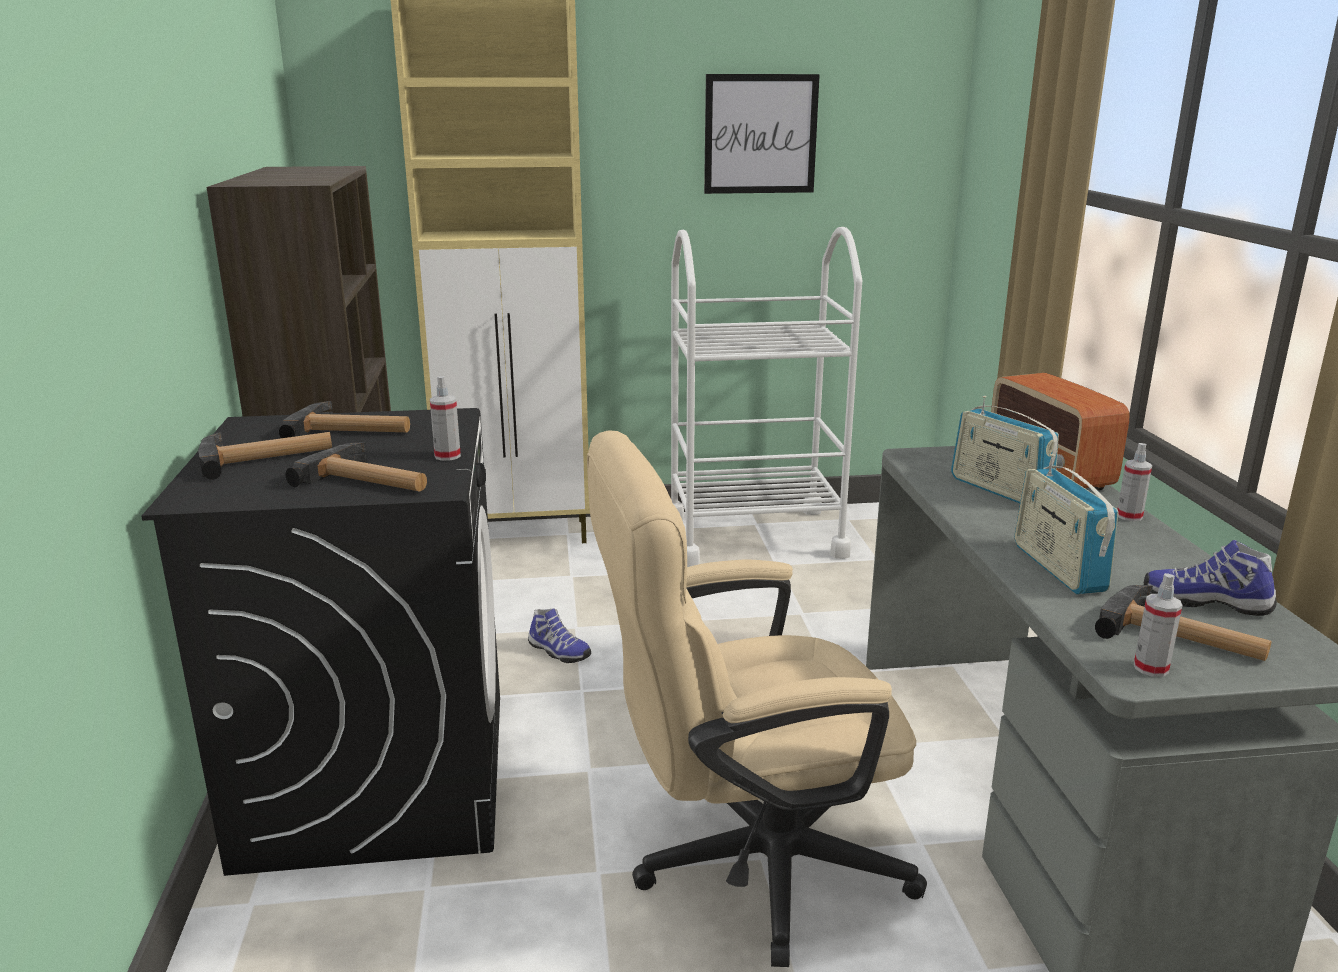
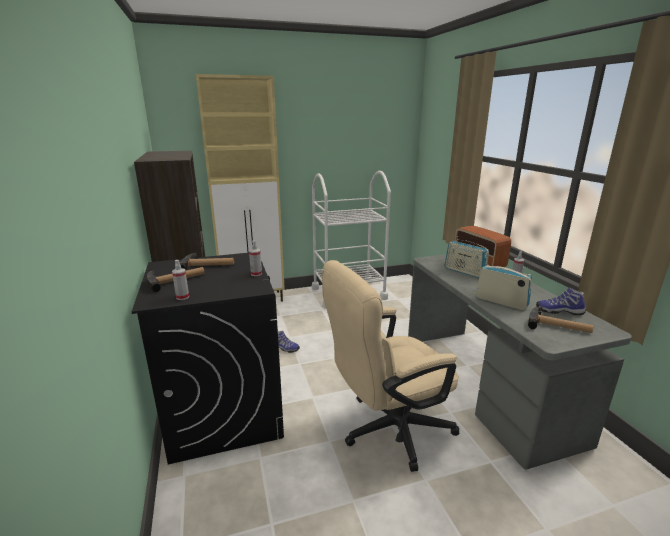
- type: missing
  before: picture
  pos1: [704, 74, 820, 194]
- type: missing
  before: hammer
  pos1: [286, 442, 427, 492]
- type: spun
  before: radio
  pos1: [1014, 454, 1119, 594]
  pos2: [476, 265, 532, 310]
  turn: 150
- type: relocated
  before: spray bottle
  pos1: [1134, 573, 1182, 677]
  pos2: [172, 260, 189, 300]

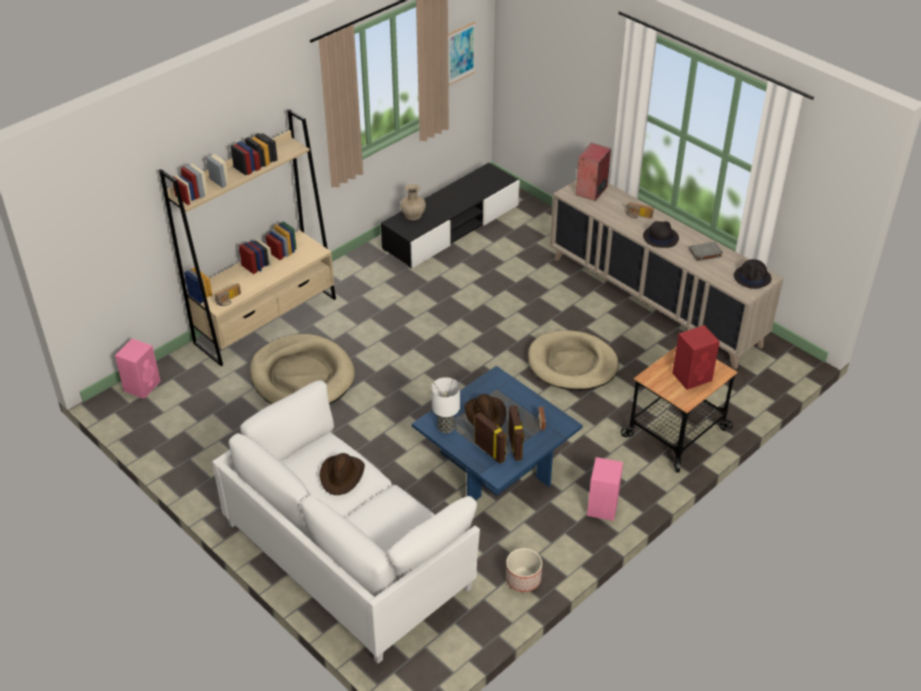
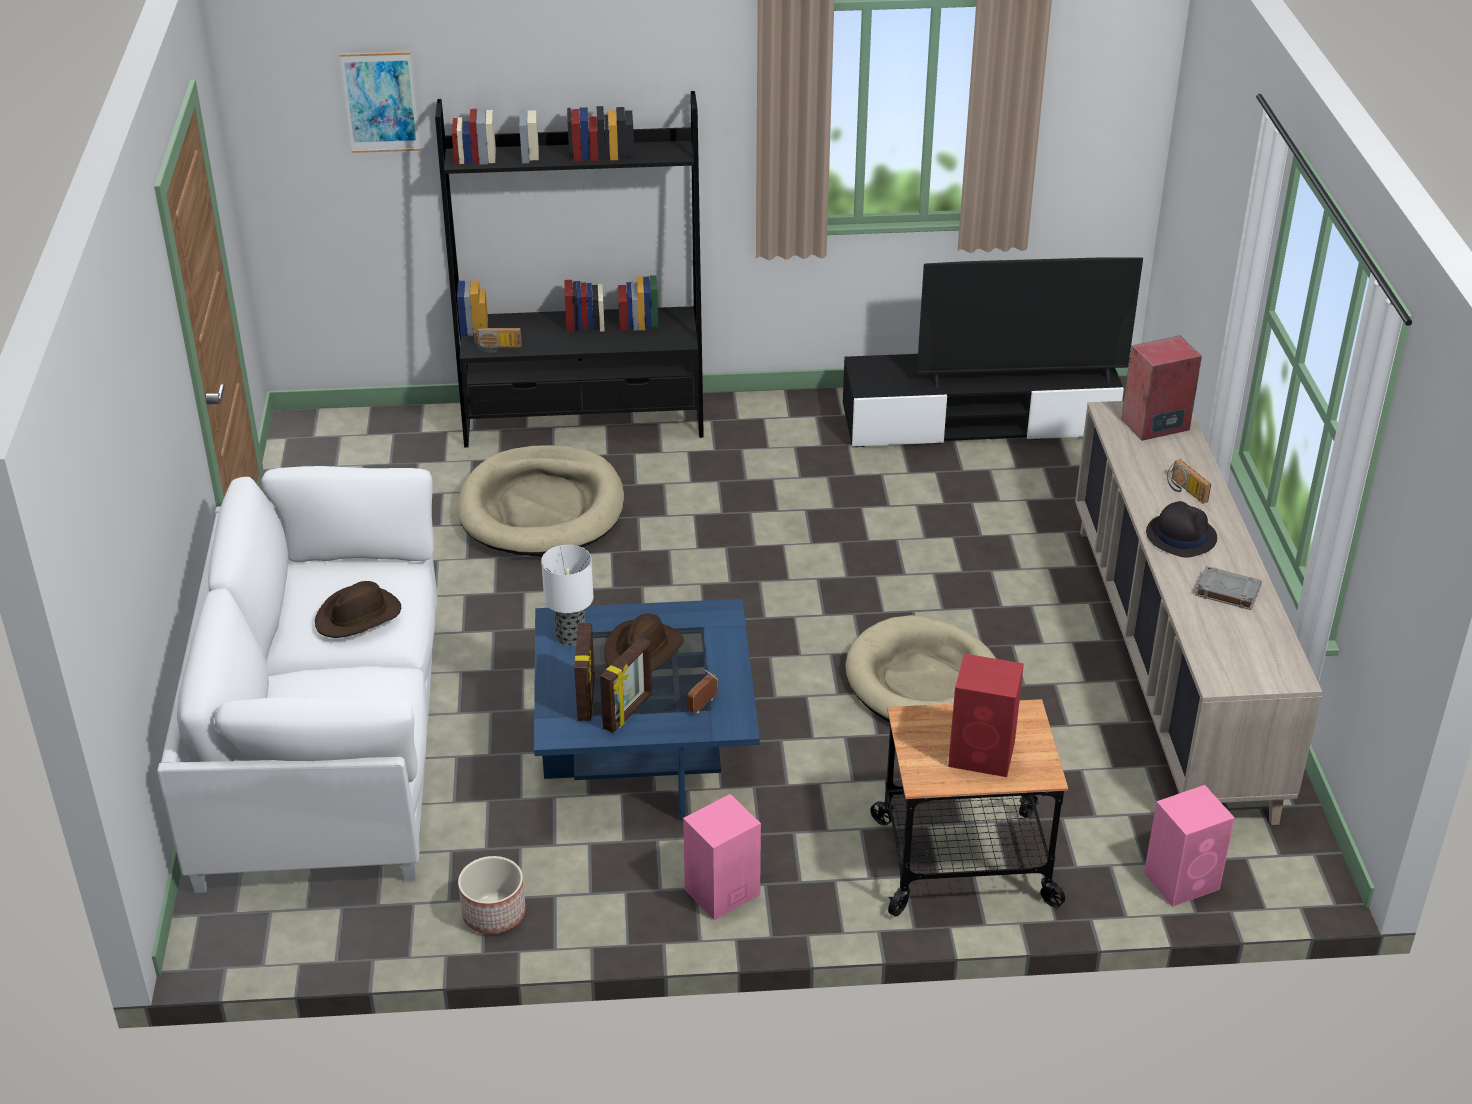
- type: relocated
  before: picture
  pos1: [448, 21, 476, 85]
  pos2: [339, 51, 421, 153]
- type: colour
  before: beige bookcase
  after: black bookcase
  pos1: [159, 109, 336, 366]
  pos2: [435, 91, 704, 448]
- type: missing
  before: beige vase
  pos1: [400, 184, 426, 220]
- type: missing
  before: black hat
  pos1: [734, 259, 771, 289]
- type: relocated
  before: pink speaker
  pos1: [115, 339, 161, 399]
  pos2: [1144, 785, 1235, 907]
- type: appeared
  after: television
  pos2: [917, 257, 1143, 389]

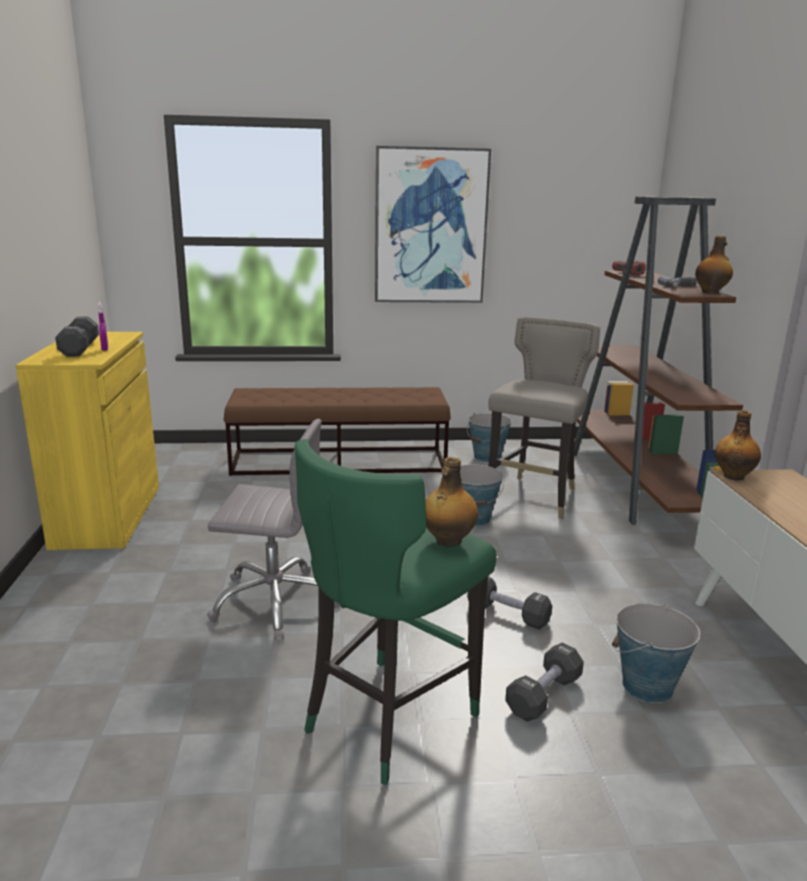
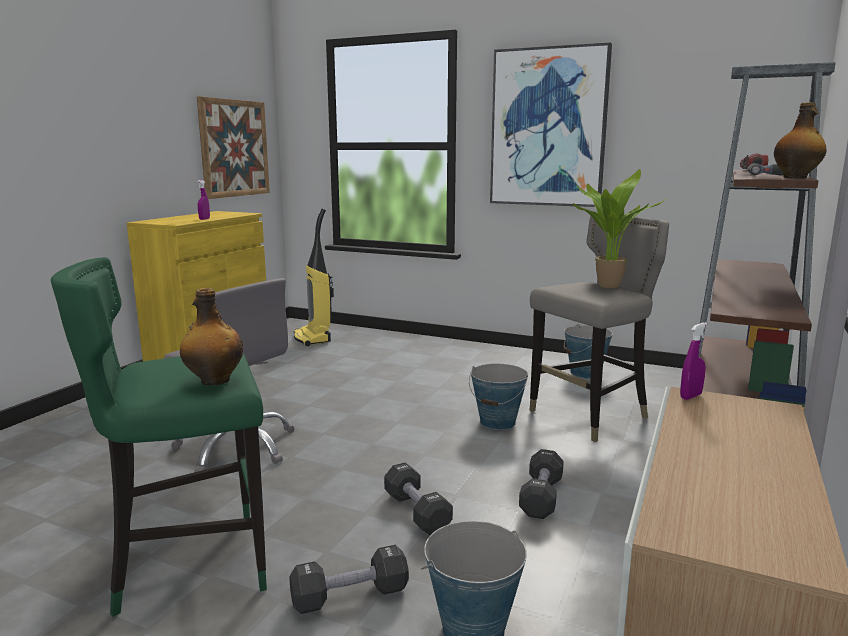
- type: relocated
  before: black dumbbell
  pos1: [55, 317, 99, 357]
  pos2: [519, 449, 564, 519]
- type: missing
  before: brown bench
  pos1: [223, 387, 451, 476]
- type: exchanged
  before: bottle
  after: purple spray bottle
  pos1: [715, 410, 761, 480]
  pos2: [680, 322, 707, 400]
- type: appeared
  after: picture
  pos2: [197, 96, 270, 199]
- type: appeared
  after: potted plant
  pos2: [573, 169, 664, 288]
- type: appeared
  after: vacuum cleaner
  pos2: [294, 208, 334, 346]

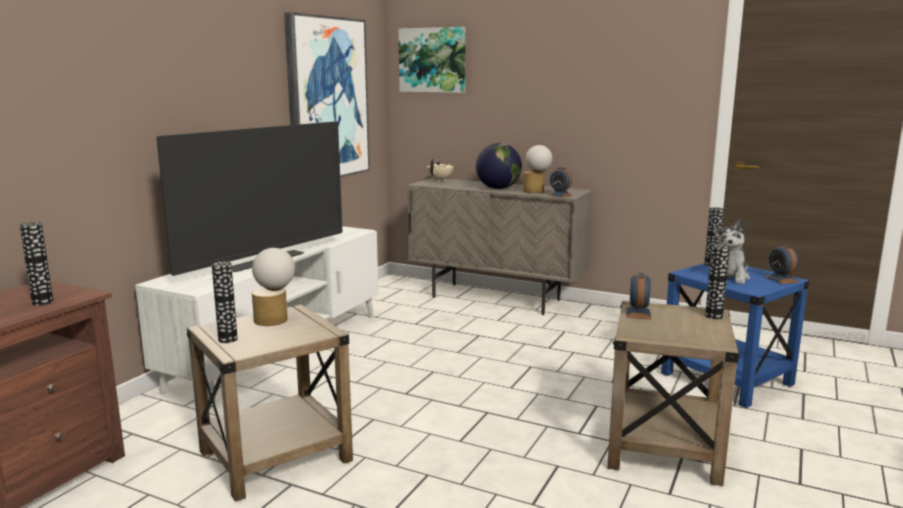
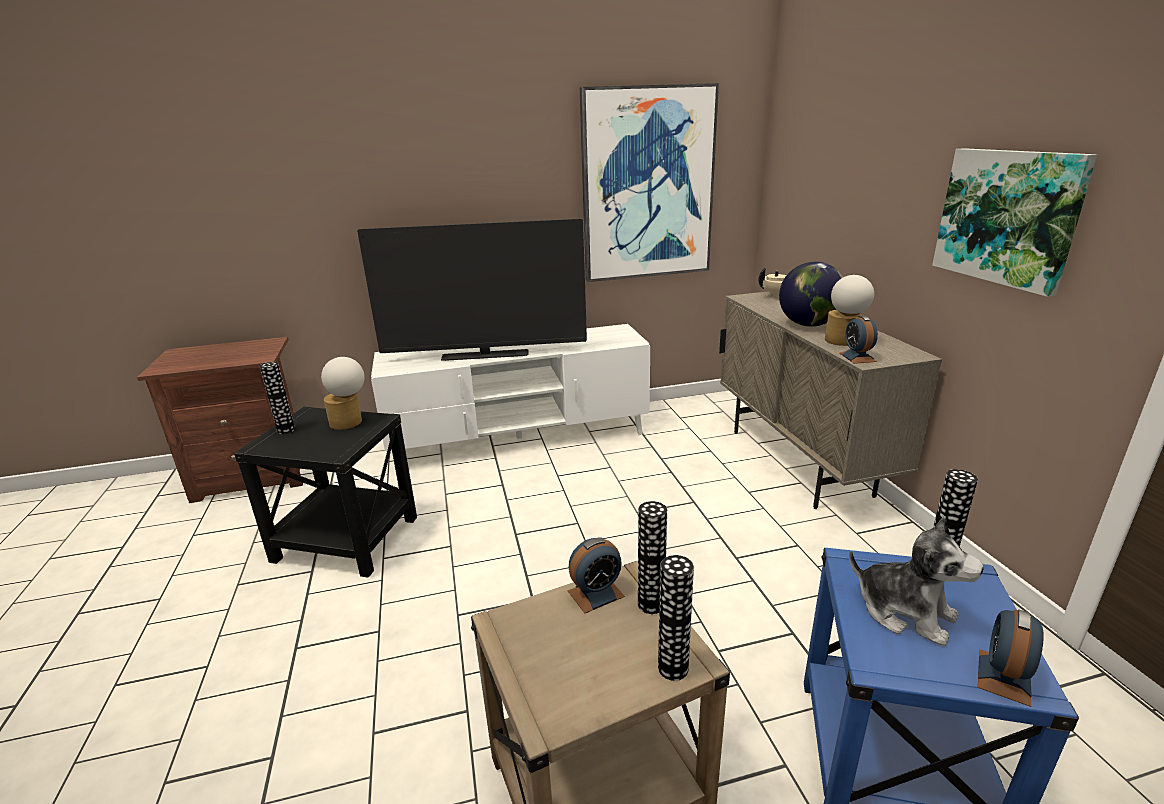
- type: relocated
  before: picture
  pos1: [398, 27, 465, 93]
  pos2: [932, 148, 1097, 297]
- type: spun
  before: plush toy
  pos1: [713, 220, 750, 284]
  pos2: [849, 516, 983, 647]
  turn: -120
- type: relocated
  before: vase
  pos1: [20, 222, 53, 305]
  pos2: [638, 501, 667, 614]
- type: colour
  before: beige side table
  after: black side table
  pos1: [187, 305, 353, 501]
  pos2: [234, 407, 417, 577]

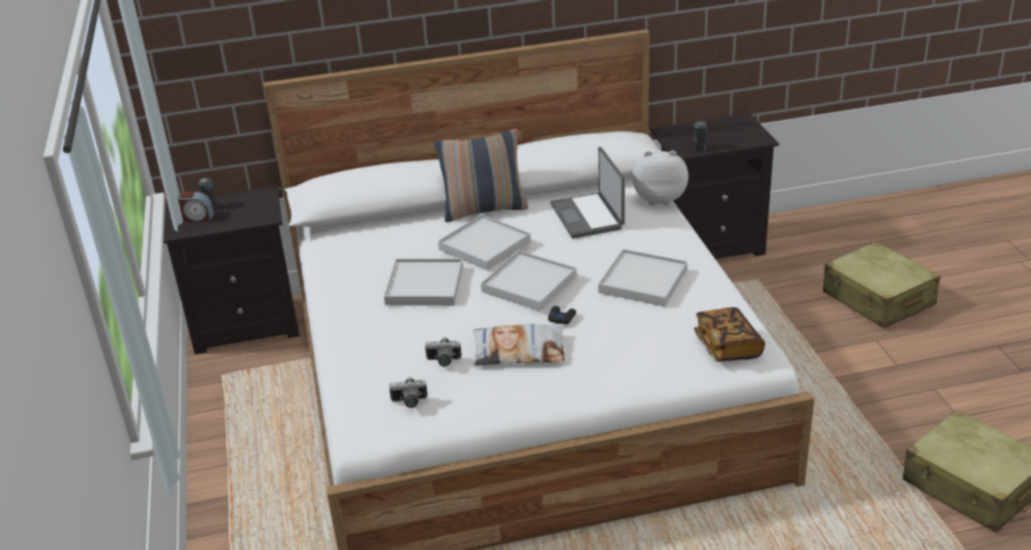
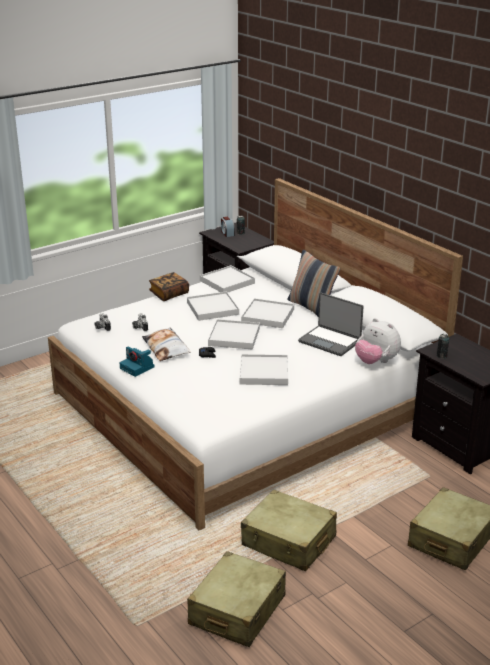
- type: spun
  before: laptop
  pos1: [550, 147, 625, 238]
  pos2: [298, 293, 364, 356]
  turn: -105
- type: spun
  before: plush toy
  pos1: [632, 151, 689, 205]
  pos2: [355, 318, 401, 364]
  turn: 150
- type: relocated
  before: book
  pos1: [694, 307, 765, 362]
  pos2: [149, 272, 189, 301]
- type: appeared
  after: white tray
  pos2: [200, 265, 255, 293]
- type: appeared
  after: photo camera
  pos2: [119, 347, 155, 377]
- type: appeared
  after: beige suitcase
  pos2: [241, 489, 337, 571]

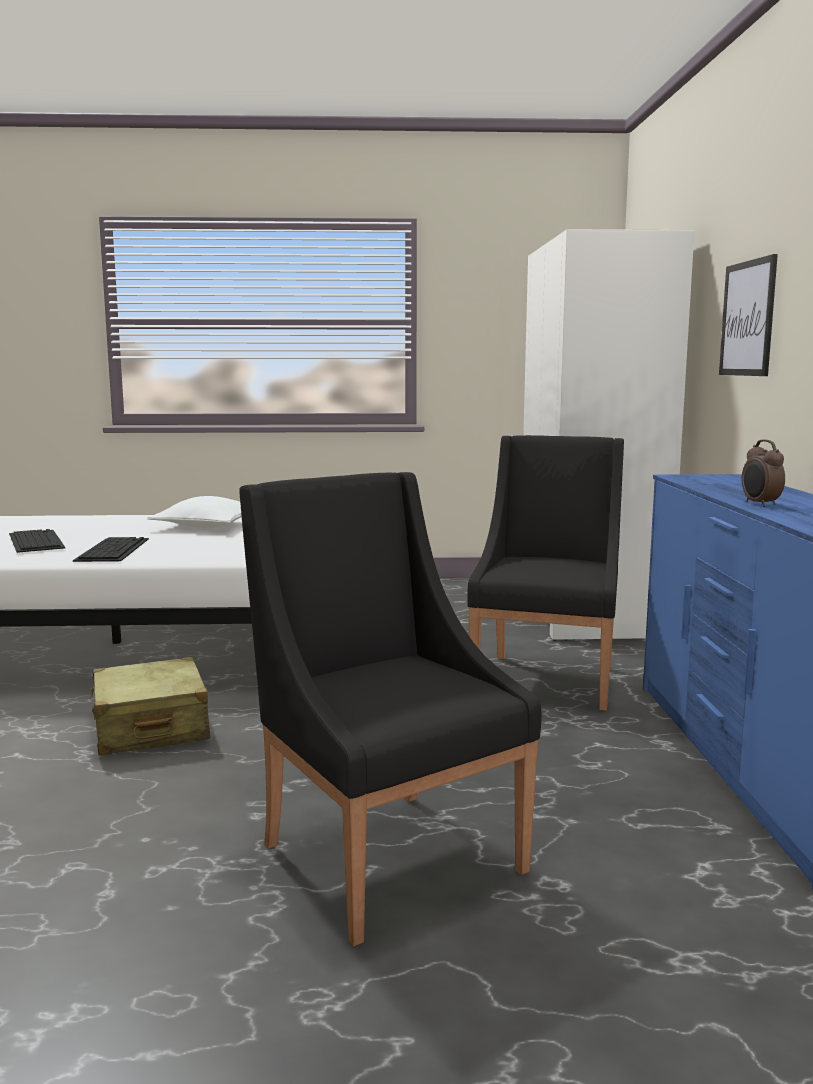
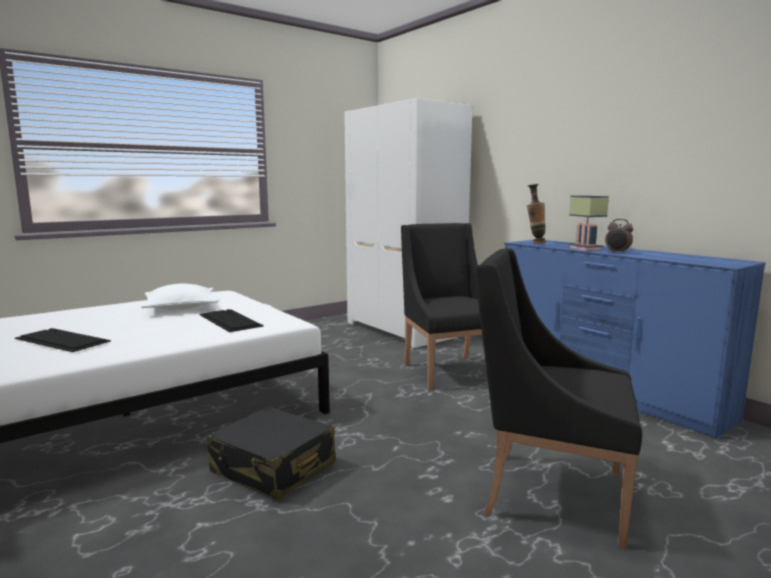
- type: missing
  before: picture
  pos1: [719, 254, 778, 376]
- type: relocated
  before: keyboard
  pos1: [73, 537, 149, 562]
  pos2: [200, 309, 264, 332]
- type: colour
  before: beige suitcase
  after: black suitcase
  pos1: [90, 657, 210, 756]
  pos2: [207, 407, 336, 500]
- type: appeared
  after: vase
  pos2: [527, 184, 546, 244]
- type: appeared
  after: table lamp
  pos2: [568, 196, 609, 251]

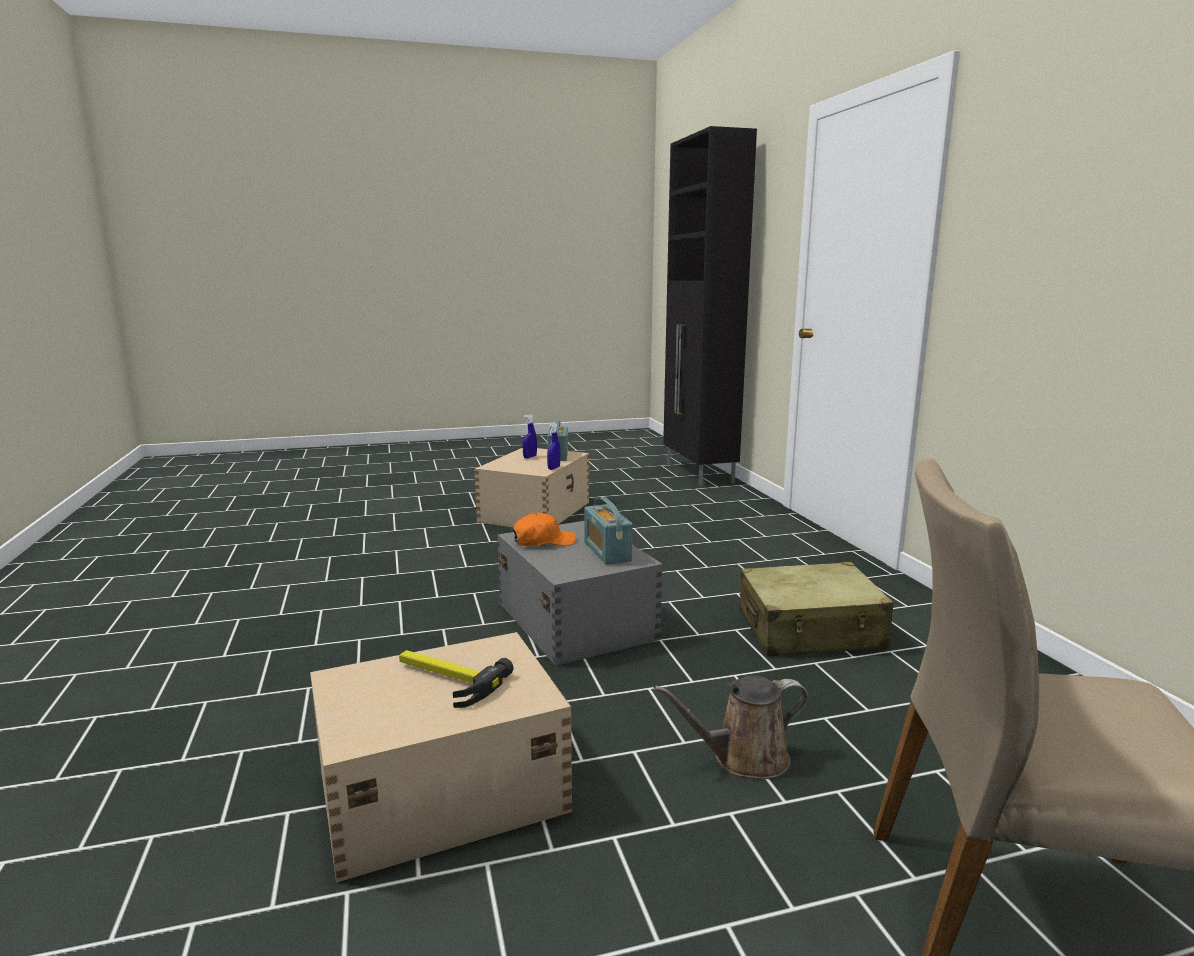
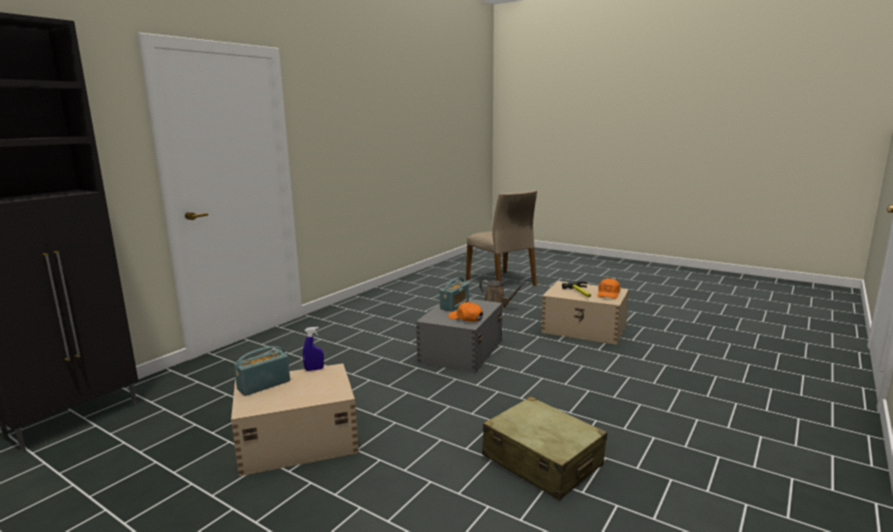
- type: missing
  before: blue spray bottle
  pos1: [523, 414, 537, 458]
- type: relocated
  before: beige suitcase
  pos1: [739, 562, 894, 657]
  pos2: [482, 396, 607, 501]
- type: appeared
  after: orange cap
  pos2: [597, 278, 620, 299]

